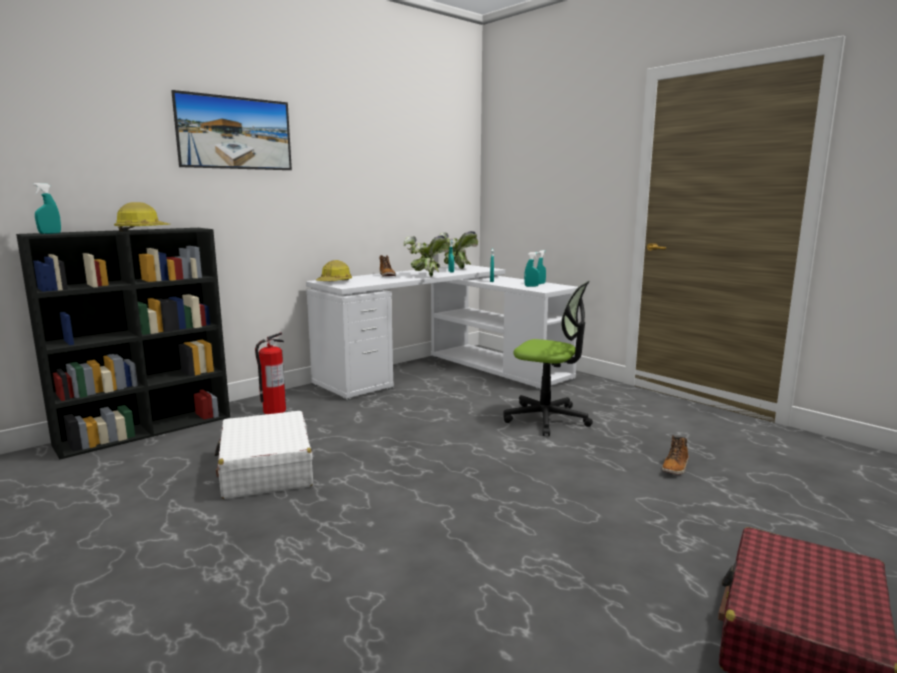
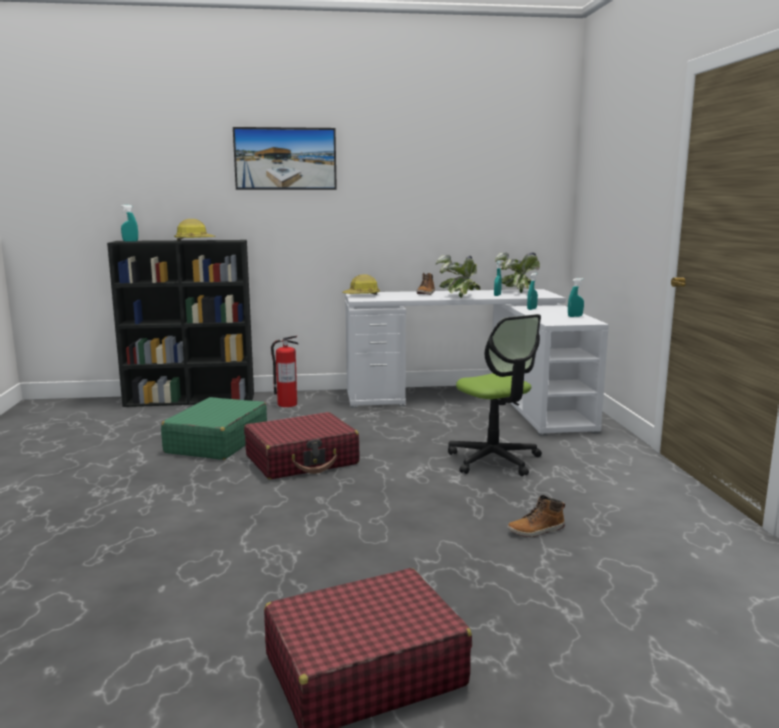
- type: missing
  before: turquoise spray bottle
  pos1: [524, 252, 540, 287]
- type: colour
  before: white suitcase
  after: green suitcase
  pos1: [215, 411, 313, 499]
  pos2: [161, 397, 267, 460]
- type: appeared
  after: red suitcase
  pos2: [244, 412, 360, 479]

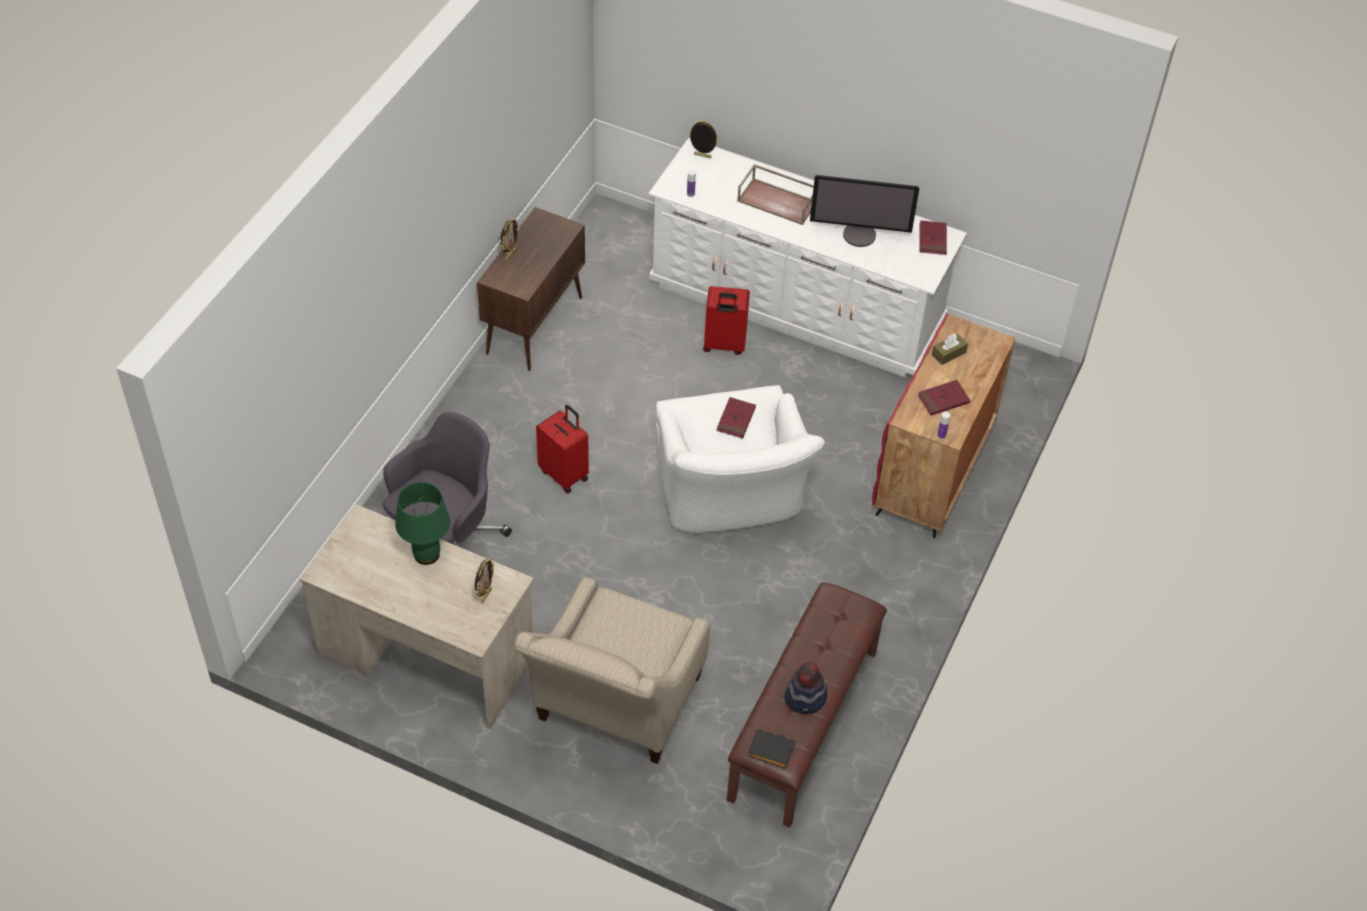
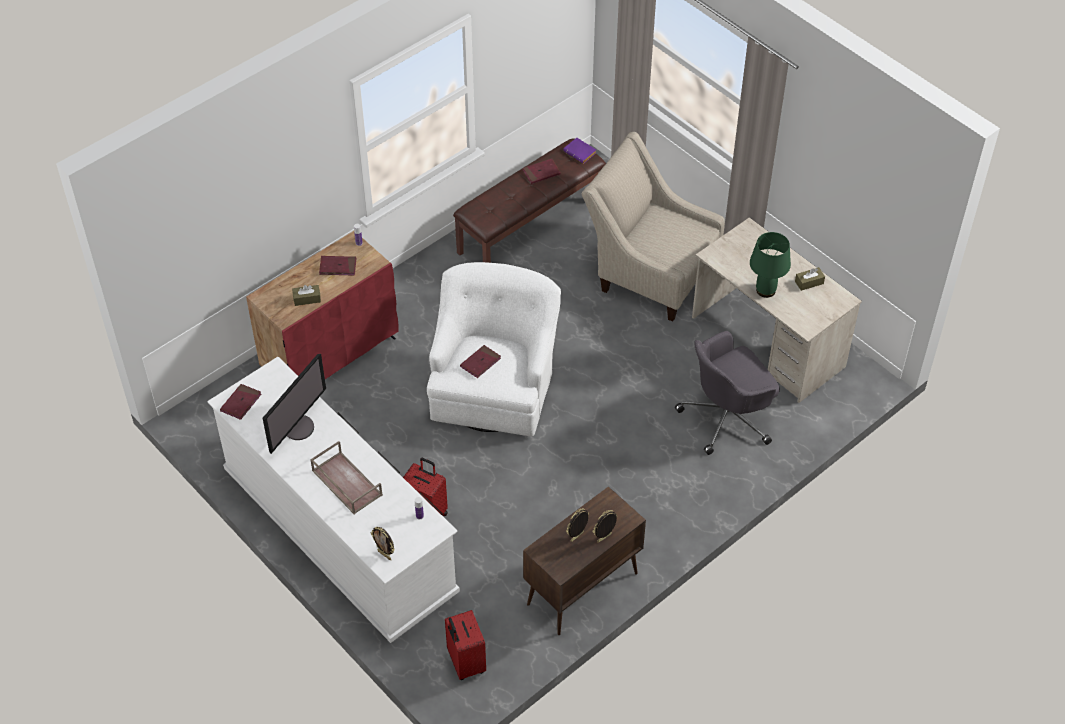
- type: spun
  before: monitor
  pos1: [810, 175, 919, 247]
  pos2: [263, 354, 326, 454]
  turn: 90
- type: relocated
  before: red suitcase
  pos1: [536, 405, 589, 494]
  pos2: [445, 610, 486, 680]
- type: relocated
  before: picture frame
  pos1: [475, 558, 495, 604]
  pos2: [566, 508, 589, 542]
- type: spun
  before: beige armchair
  pos1: [514, 577, 710, 764]
  pos2: [581, 132, 725, 322]
  turn: -105
- type: exchanged
  before: hat
  after: red book
  pos1: [784, 662, 827, 714]
  pos2: [523, 158, 561, 184]
- type: colour
  before: black book
  after: purple book
  pos1: [748, 729, 796, 768]
  pos2: [563, 138, 596, 164]
- type: appeared
  after: brown tissue box
  pos2: [795, 267, 825, 291]

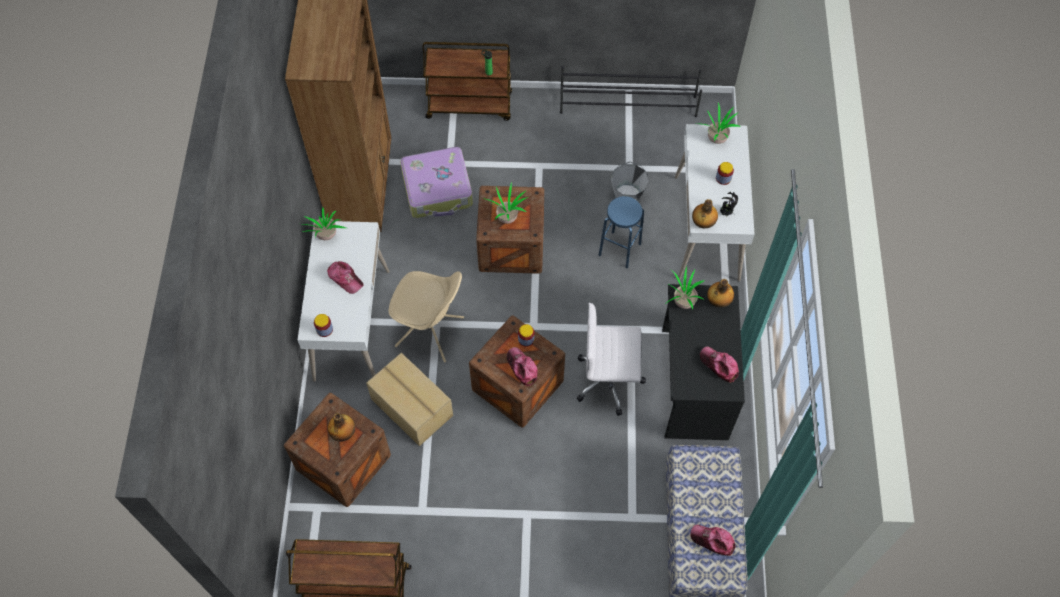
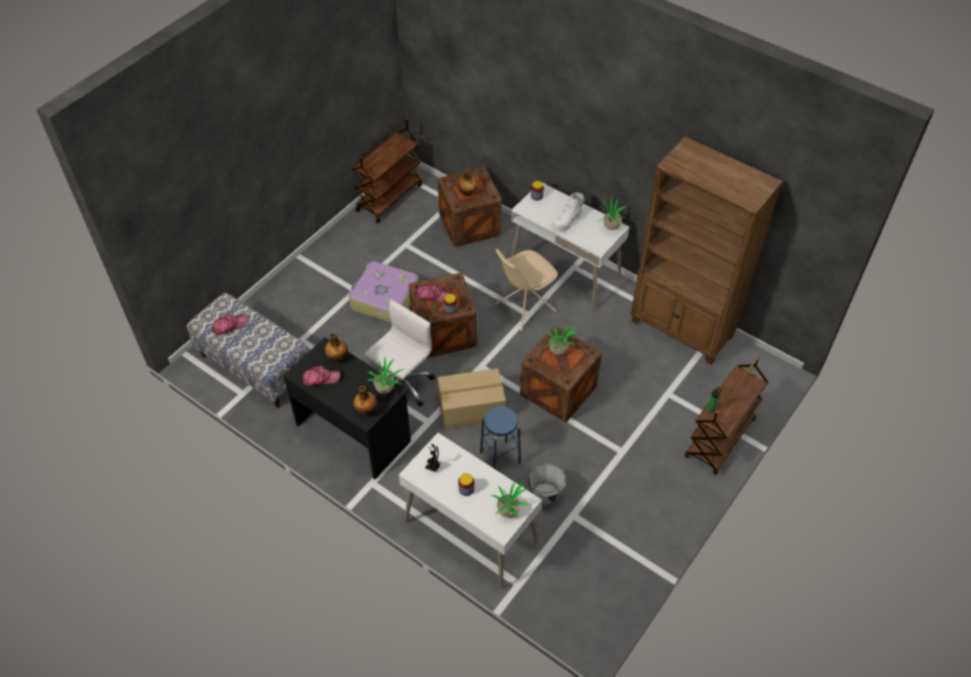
- type: missing
  before: black shoe rack
  pos1: [560, 66, 702, 117]
- type: relocated
  before: suitcase
  pos1: [400, 147, 473, 218]
  pos2: [349, 261, 419, 322]
- type: relocated
  before: bottle
  pos1: [692, 199, 718, 228]
  pos2: [325, 333, 348, 363]
- type: exchanged
  before: cap
  after: white boot
  pos1: [327, 261, 364, 294]
  pos2: [552, 193, 585, 231]
- type: relocated
  before: cardboard box
  pos1: [366, 353, 453, 446]
  pos2: [437, 368, 506, 429]

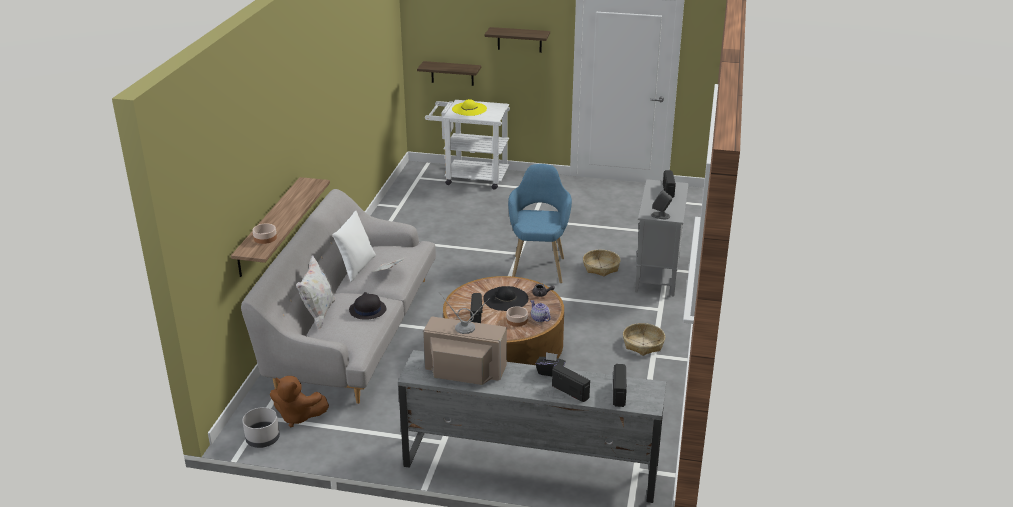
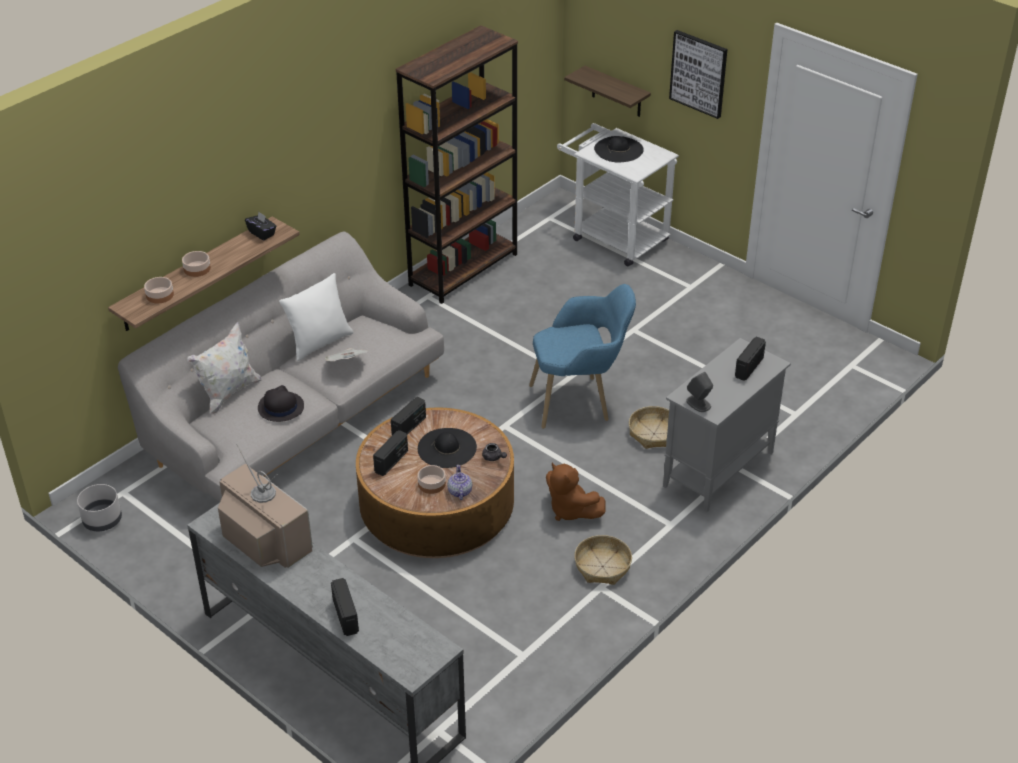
- type: exchanged
  before: shelf
  after: picture
  pos1: [484, 27, 550, 53]
  pos2: [669, 30, 728, 119]
- type: colour
  before: yellow hat
  after: black hat
  pos1: [452, 99, 487, 116]
  pos2: [594, 136, 644, 162]
- type: spun
  before: blue armchair
  pos1: [508, 164, 572, 283]
  pos2: [529, 284, 636, 429]
  turn: 45
- type: relocated
  before: black tissue box
  pos1: [536, 352, 566, 376]
  pos2: [245, 212, 276, 240]
- type: relocated
  before: radio
  pos1: [613, 364, 627, 407]
  pos2: [391, 397, 426, 435]
- type: relocated
  before: brown plush toy
  pos1: [270, 376, 329, 427]
  pos2: [546, 463, 606, 521]
- type: appeared
  after: brown bookcase
  pos2: [396, 25, 518, 304]
- type: appeared
  after: bowl
  pos2: [182, 251, 211, 277]

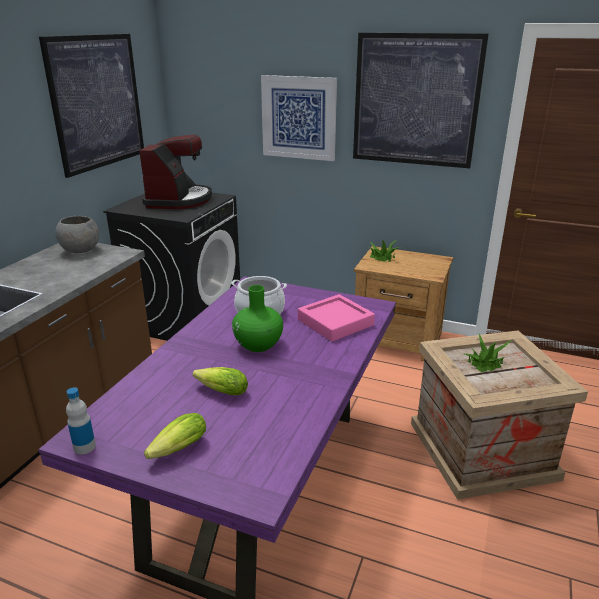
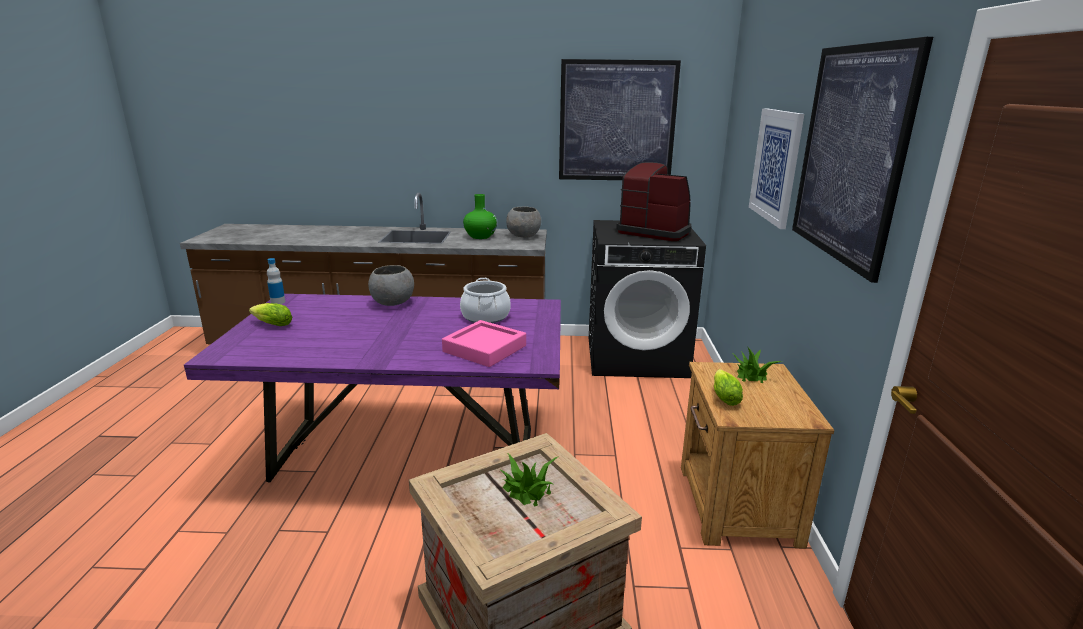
- type: spun
  before: coffee machine
  pos1: [139, 134, 212, 209]
  pos2: [616, 162, 691, 241]
  turn: -135
- type: relocated
  before: green vase
  pos1: [232, 285, 283, 352]
  pos2: [463, 194, 497, 239]
- type: relocated
  before: lettuce
  pos1: [193, 367, 248, 395]
  pos2: [714, 369, 743, 406]
- type: appeared
  after: grey bowl
  pos2: [368, 265, 414, 306]

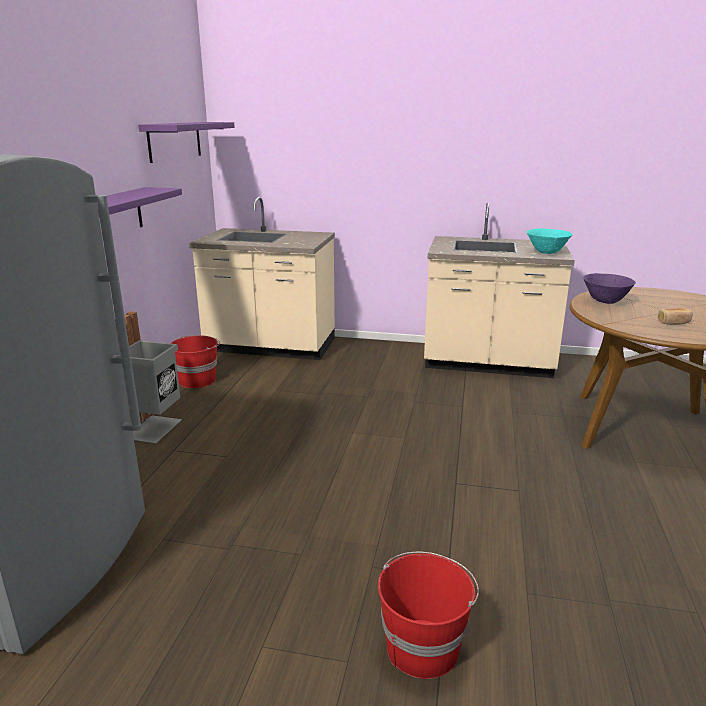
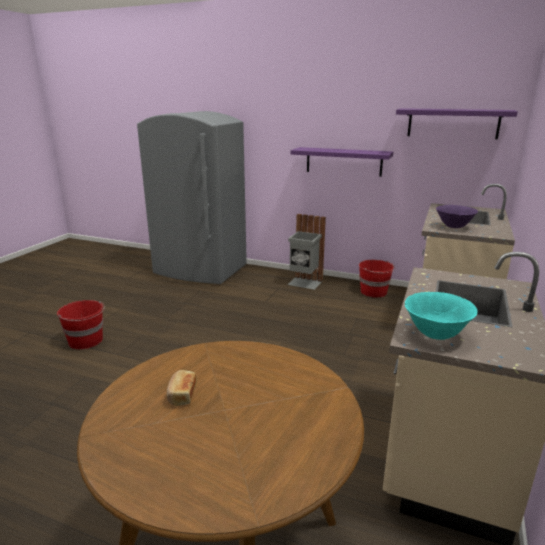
- type: relocated
  before: purple bowl
  pos1: [583, 273, 636, 304]
  pos2: [436, 205, 478, 228]

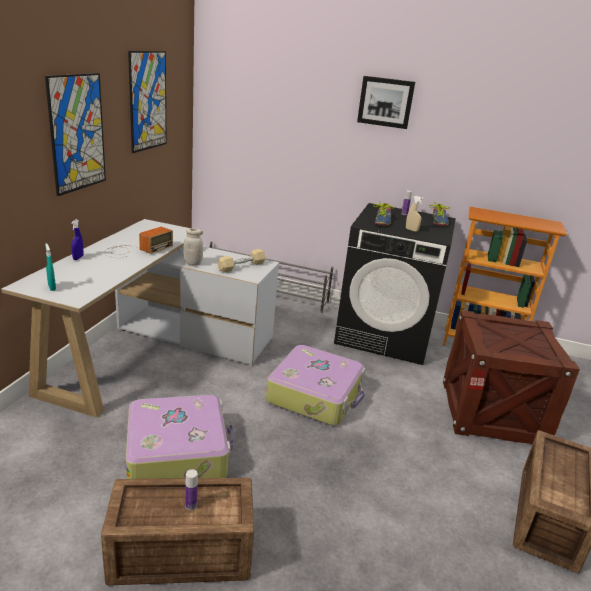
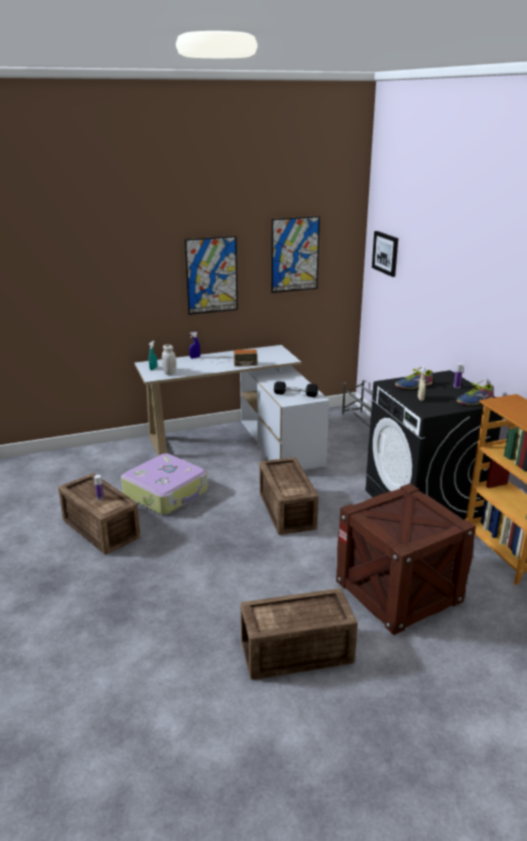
- type: relocated
  before: picture
  pos1: [357, 76, 415, 129]
  pos2: [372, 231, 398, 277]
- type: relocated
  before: white jar
  pos1: [183, 228, 203, 266]
  pos2: [162, 344, 177, 375]
- type: colour
  before: beige dumbbell
  after: black dumbbell
  pos1: [217, 249, 266, 273]
  pos2: [274, 381, 318, 397]
- type: exchanged
  before: suitcase
  after: crate
  pos1: [266, 345, 366, 425]
  pos2: [260, 457, 319, 535]

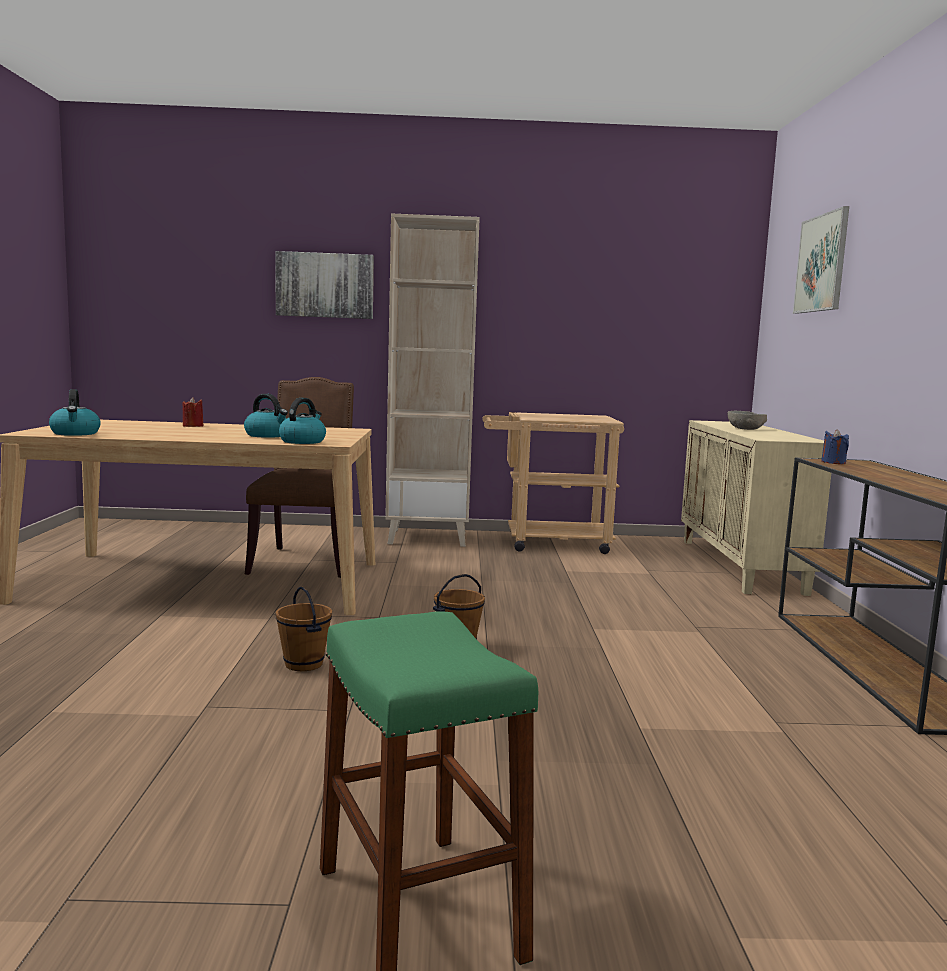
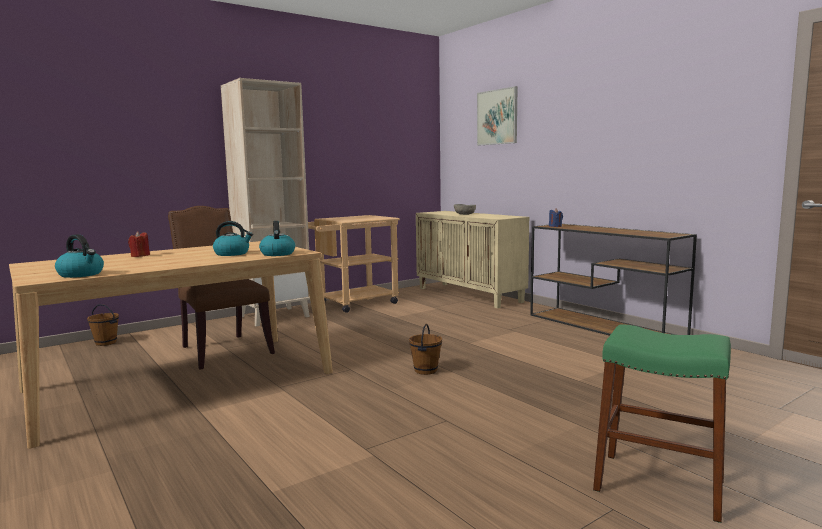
- type: missing
  before: picture
  pos1: [275, 251, 374, 319]
- type: relocated
  before: brown bucket
  pos1: [276, 586, 332, 671]
  pos2: [87, 304, 119, 346]

